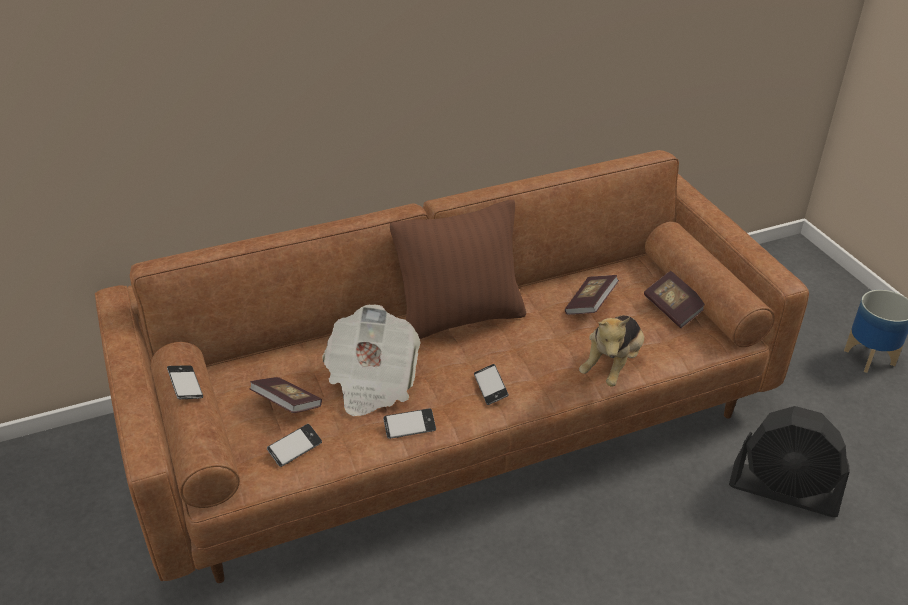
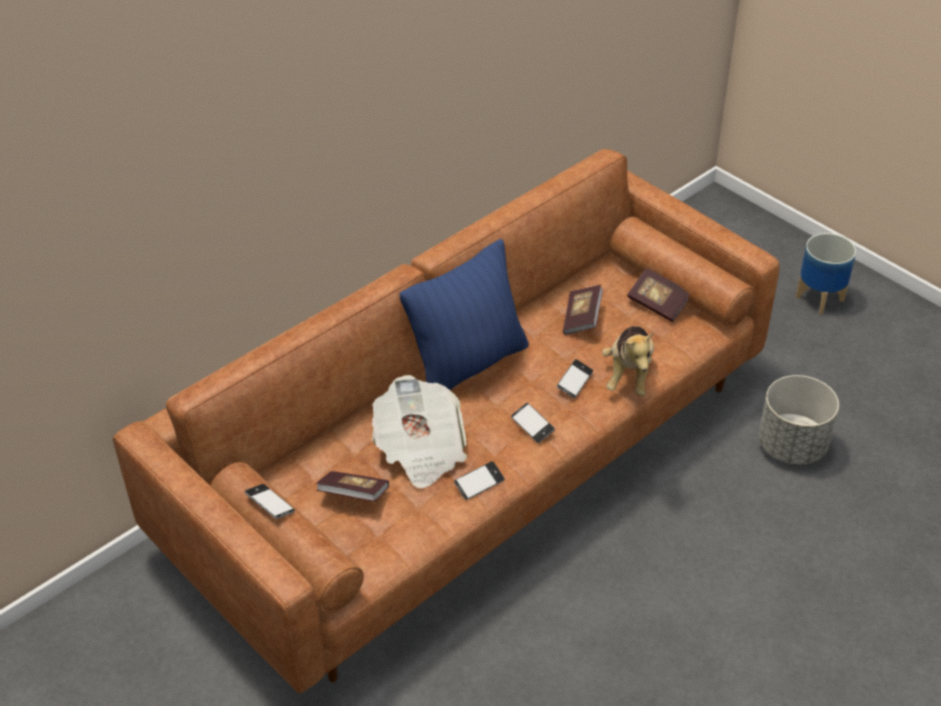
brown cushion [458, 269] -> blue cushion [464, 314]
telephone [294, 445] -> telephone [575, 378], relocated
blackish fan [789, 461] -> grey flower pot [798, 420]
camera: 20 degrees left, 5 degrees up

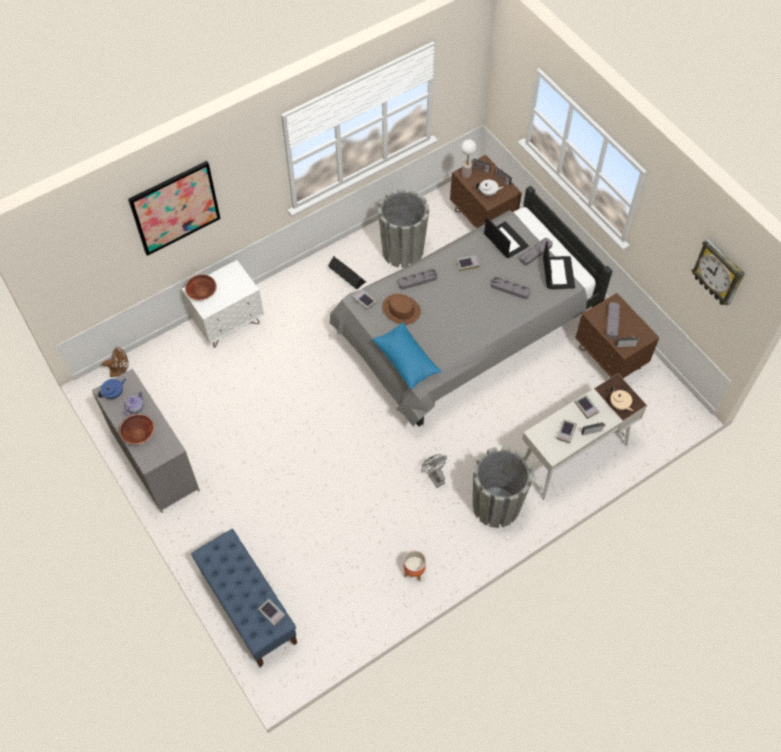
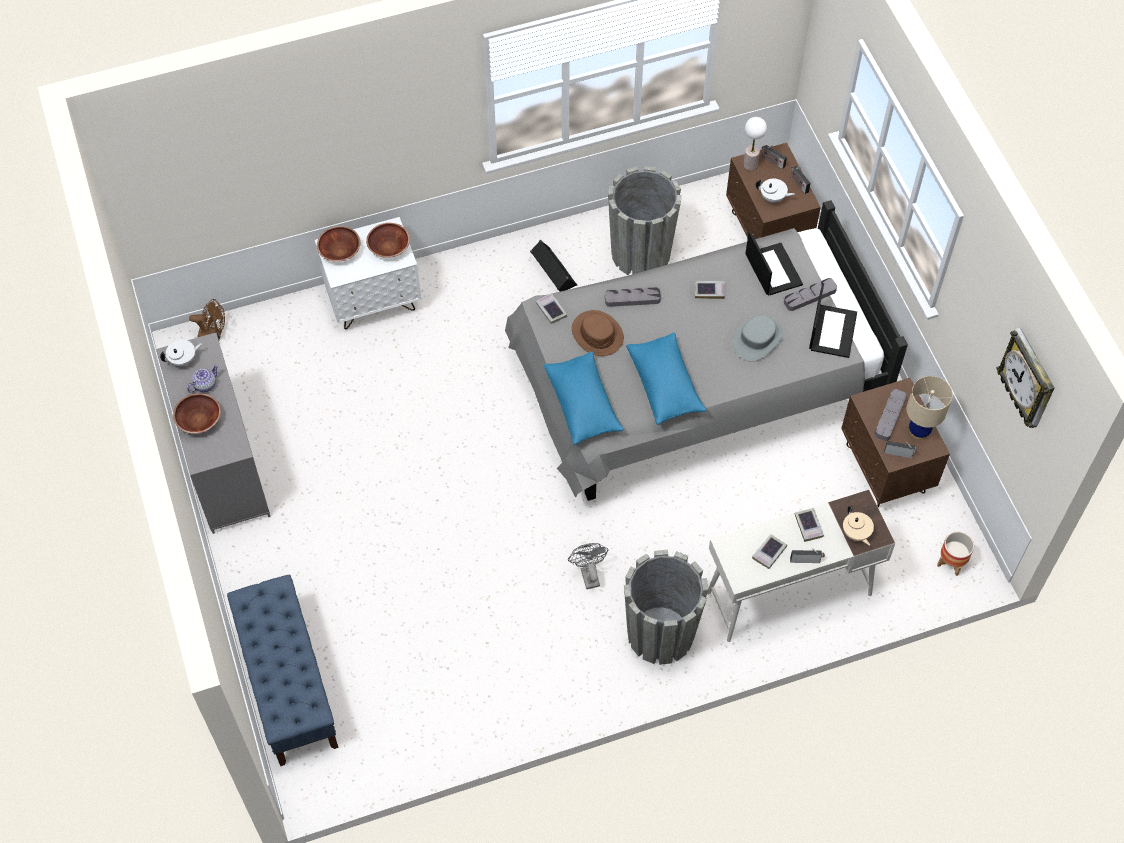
blue tea pot [112, 388] -> whitish tea pot [181, 353]
none -> brown serving bowl [388, 240]
none -> blue cushion [666, 379]
grey serving tray [511, 288] -> grey clothing hat [758, 338]
none -> beige-coloured tabletop lamp [929, 408]
flower pot [415, 566] -> flower pot [955, 553], relocated
wall picture [174, 208] -> none
bound book [272, 612] -> none
camera: 15 degrees right, 0 degrees up

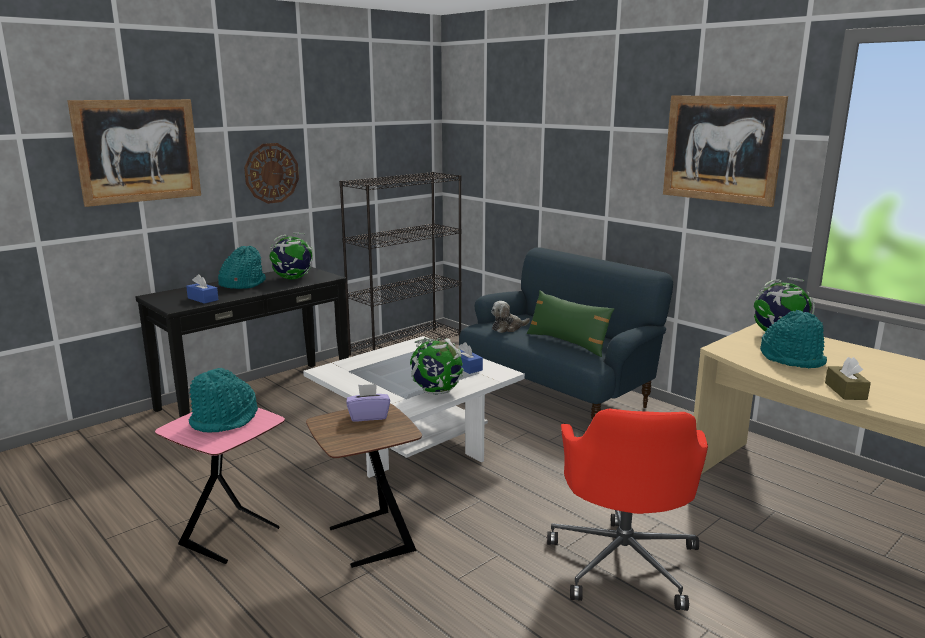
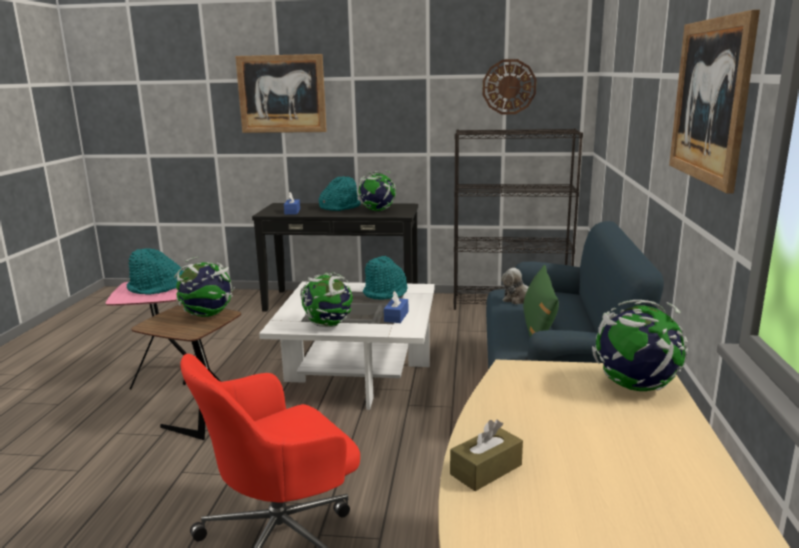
purplish box of tissues [368, 402] -> world globe [204, 287]
turquoise clothing hat [793, 339] -> turquoise clothing hat [385, 277], relocated
clock on the wall [271, 173] -> clock on the wall [510, 86], relocated
camera: 50 degrees right, 0 degrees up

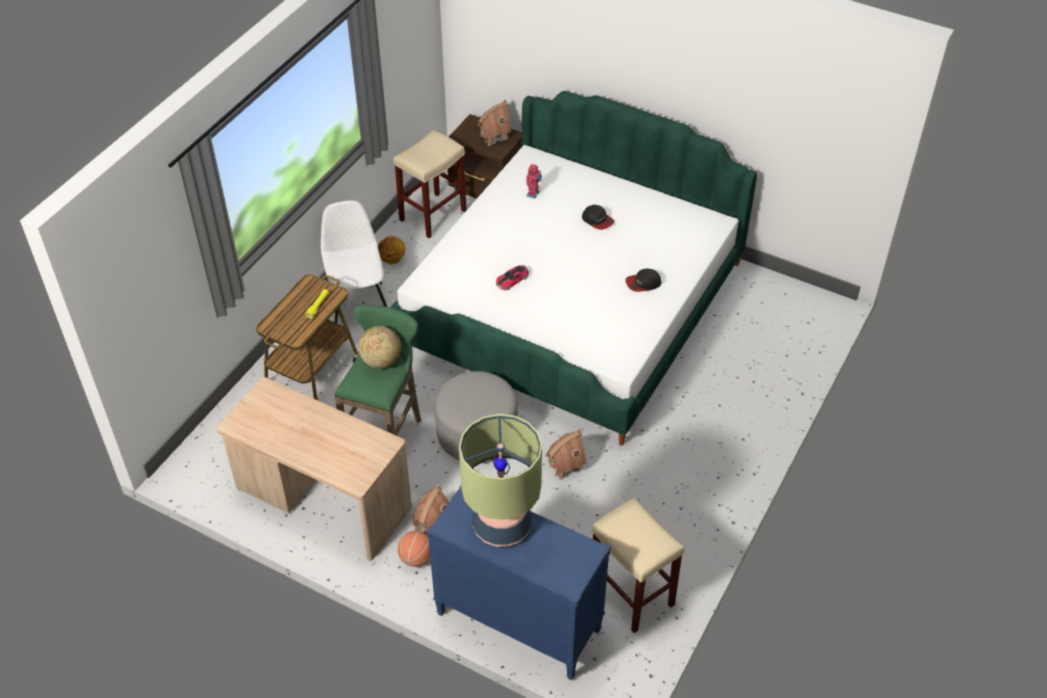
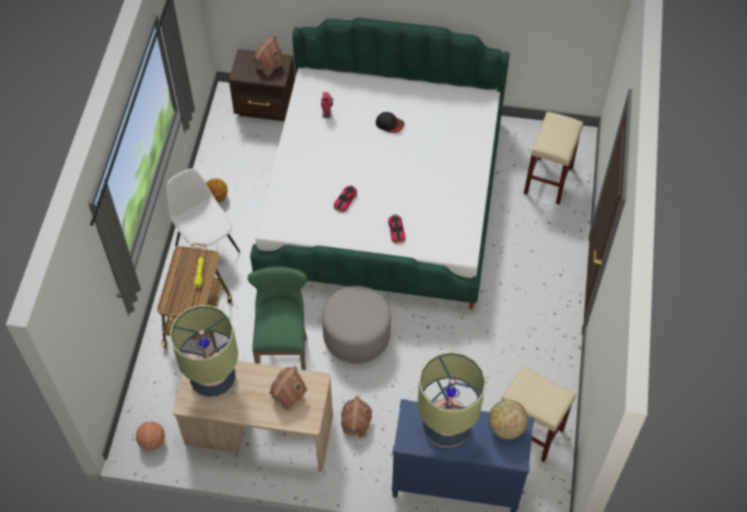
basketball [414, 549] -> basketball [150, 436], relocated
none -> tabletop lamp [204, 351]
miniature house [566, 454] -> miniature house [288, 388], relocated
none -> miniature car [397, 229]
world globe [379, 347] -> world globe [508, 419], relocated
beige-coloured sitting stool [430, 184] -> beige-coloured sitting stool [553, 158], relocated
peaked cap [643, 280] -> none
camera: 20 degrees left, 10 degrees up

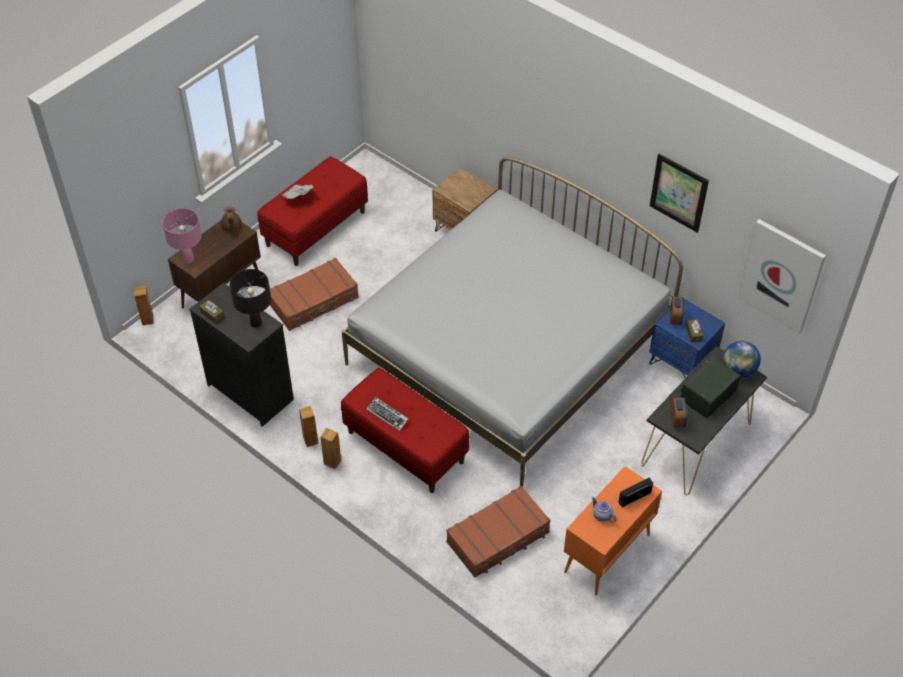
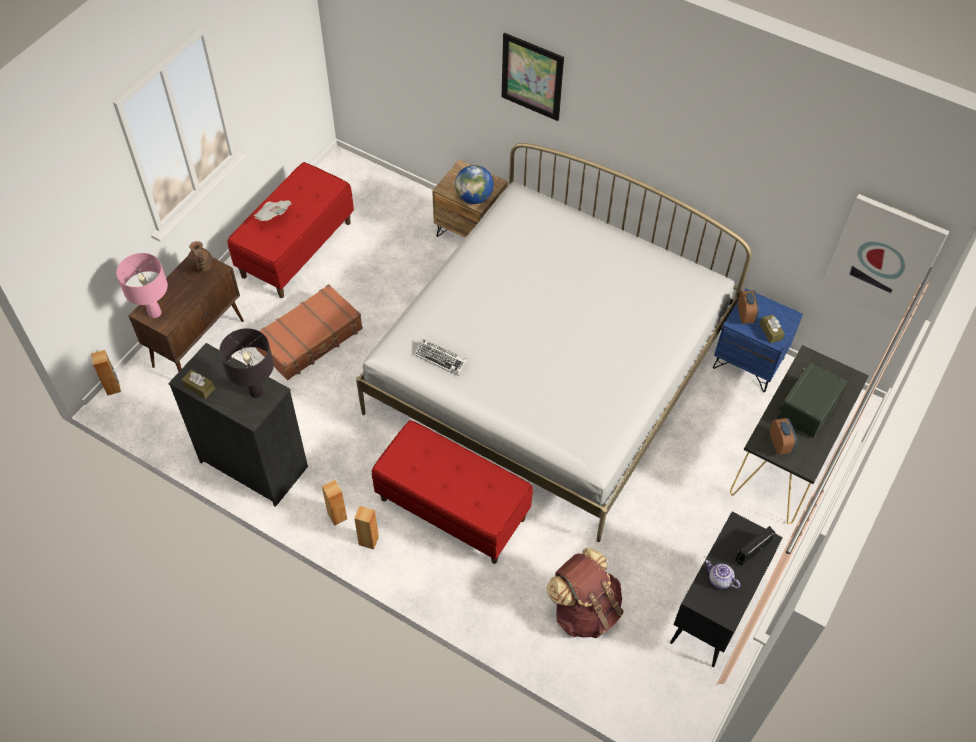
computer keyboard [388, 414] -> computer keyboard [441, 357], relocated
world globe [742, 359] -> world globe [474, 184], relocated
wall picture [679, 193] -> wall picture [533, 77], relocated
brown suitcase [498, 532] -> brown rucksack [585, 593]
orange-coloured cupboard [613, 531] -> blackish cupboard [726, 589]
camera: 10 degrees left, 5 degrees up

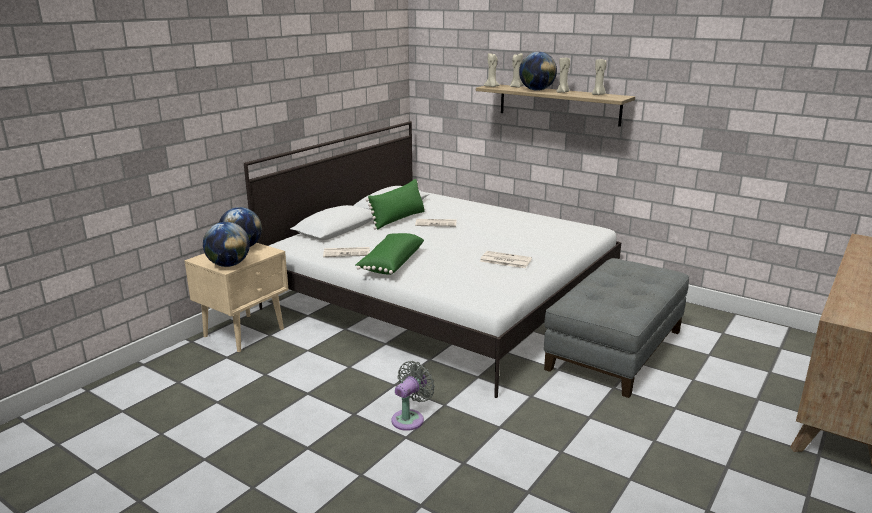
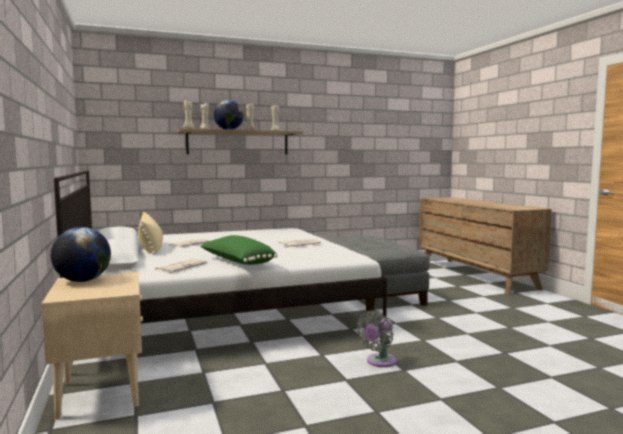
green-coloured cushion [395, 204] -> beige-coloured cushion [150, 233]
grey fan [413, 396] -> grey fan [377, 338], 120 degrees counterclockwise
world globe [226, 244] -> none
camera: 55 degrees left, 15 degrees down

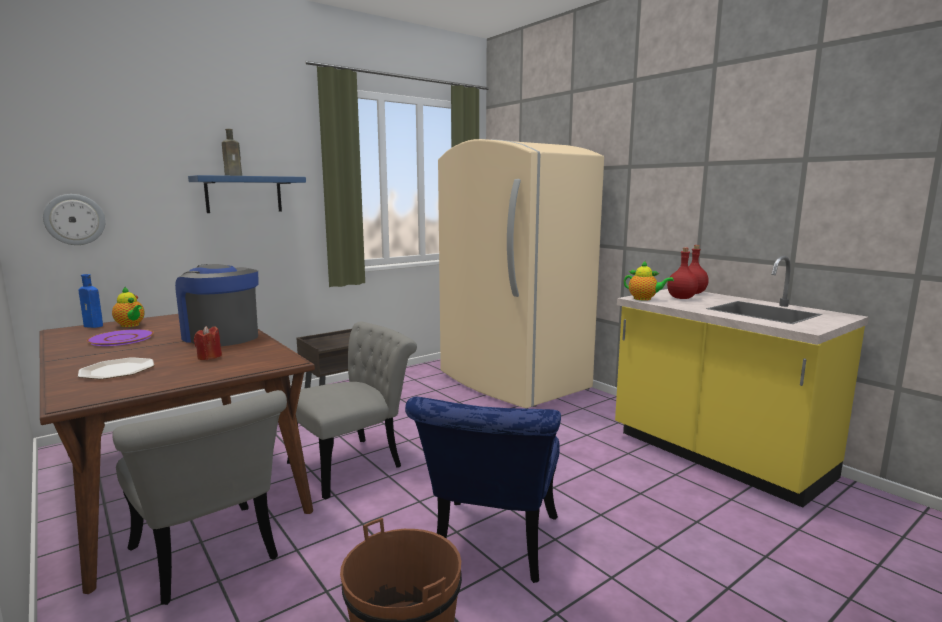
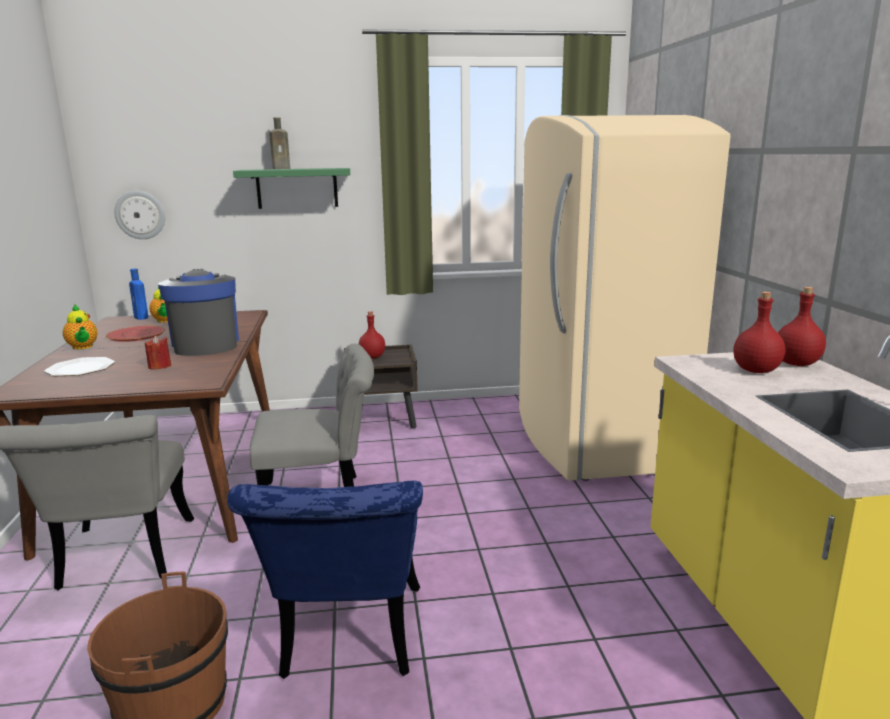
tea pot [649, 281] -> tea pot [80, 327], relocated
purplish plate [120, 337] -> reddish plate [135, 334]
blue plain chair [483, 490] -> blue plain chair [325, 580], 45 degrees counterclockwise
blue shelf [247, 194] -> green-coloured shelf [291, 188]
none -> reddish beverage bottle [372, 335]
camera: 30 degrees right, 5 degrees up

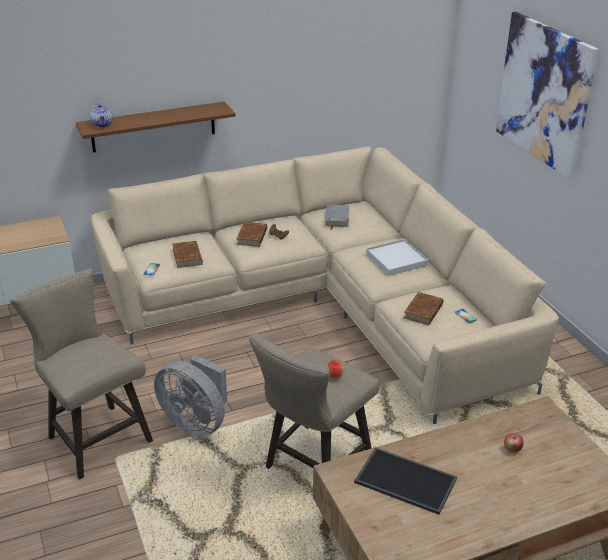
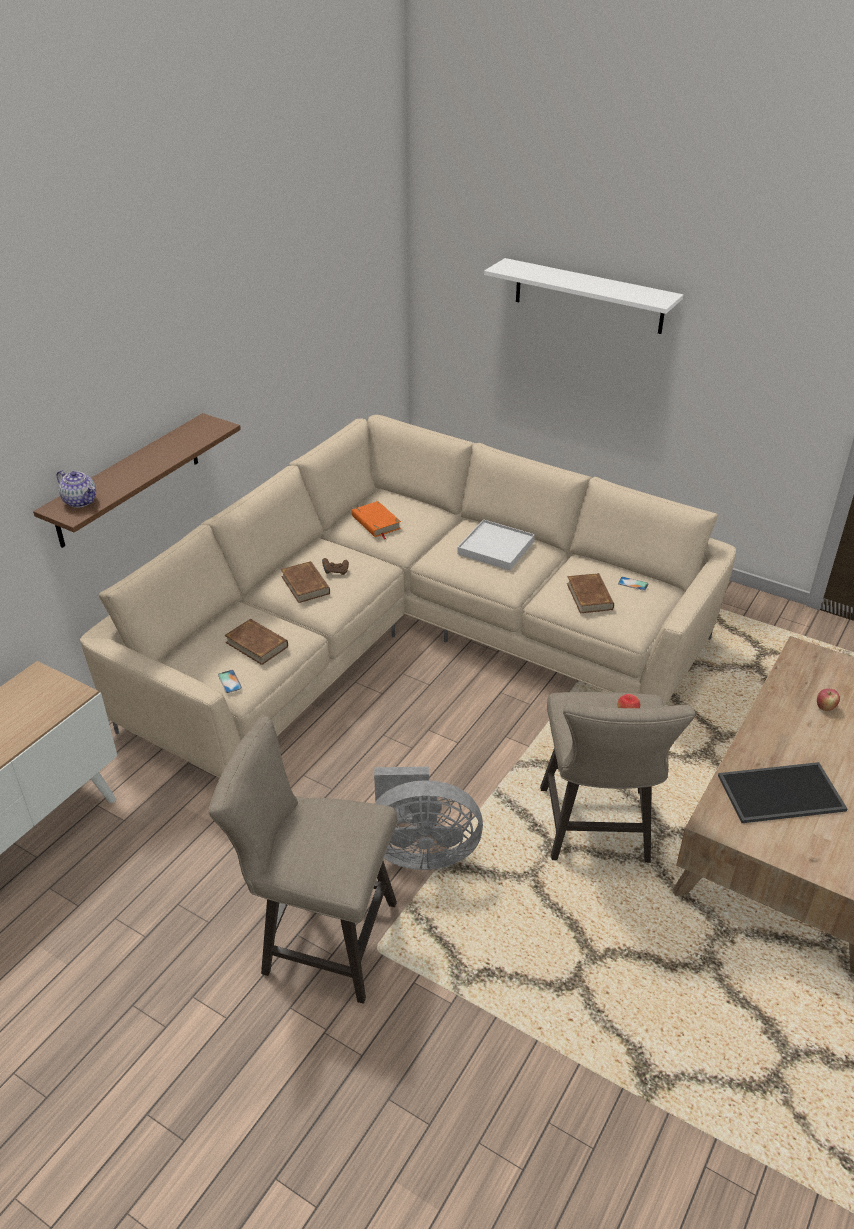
grey bound book [337, 217] -> orange-coloured bound book [376, 520]
wall picture [547, 95] -> whitish shelf [583, 296]
camera: 35 degrees left, 5 degrees up

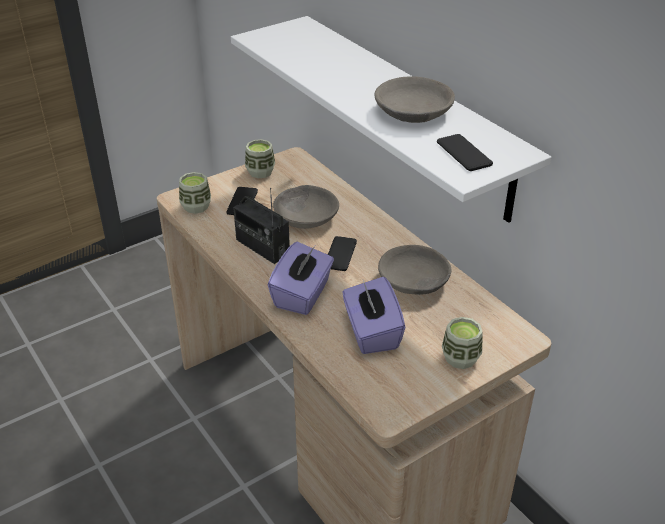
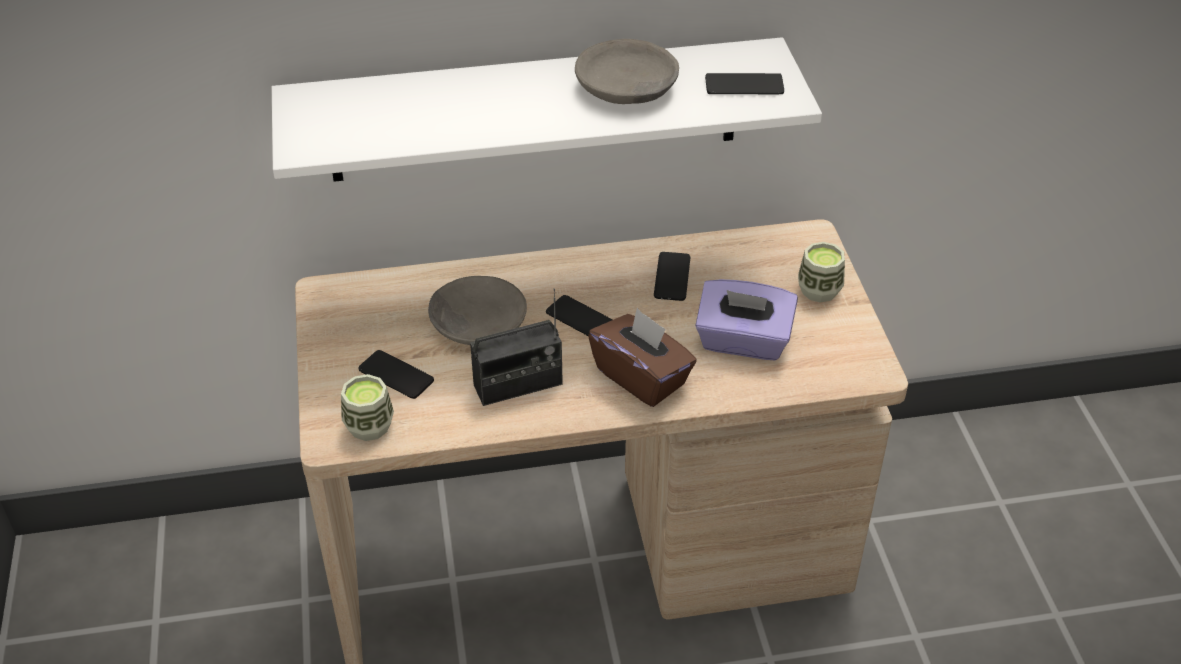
purplish box of tissues [301, 278] -> brown box of tissues [642, 357]
grey serving bowl [415, 270] -> telephone [672, 276]
small cup [260, 158] -> none
camera: 65 degrees left, 5 degrees up

